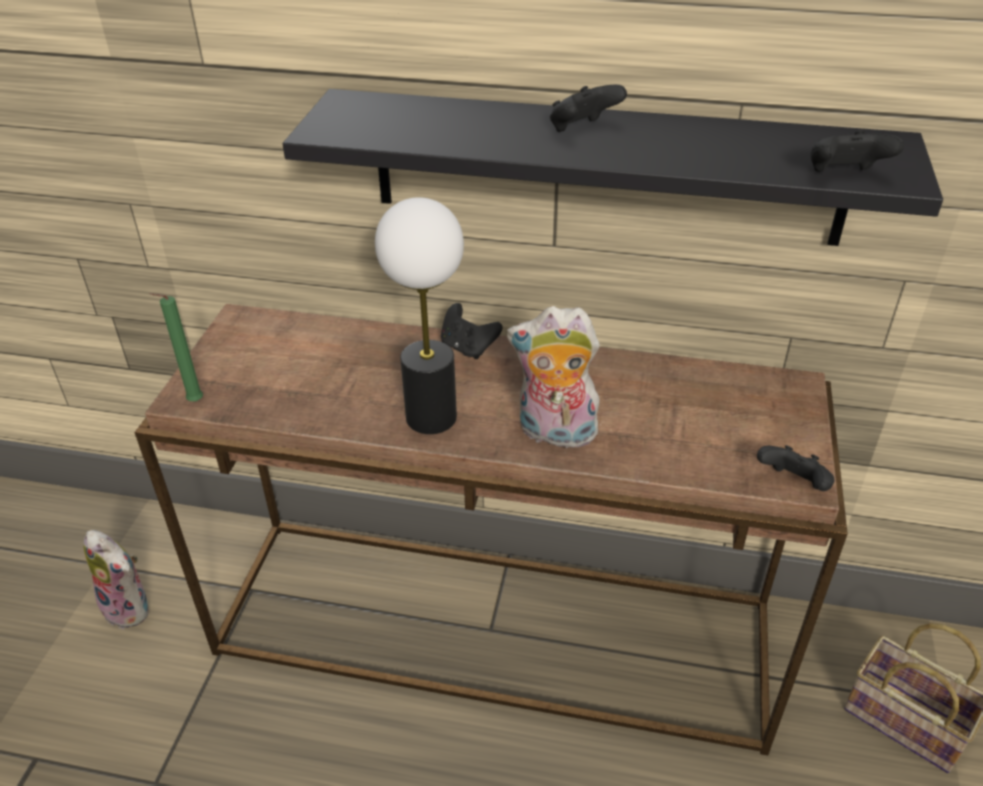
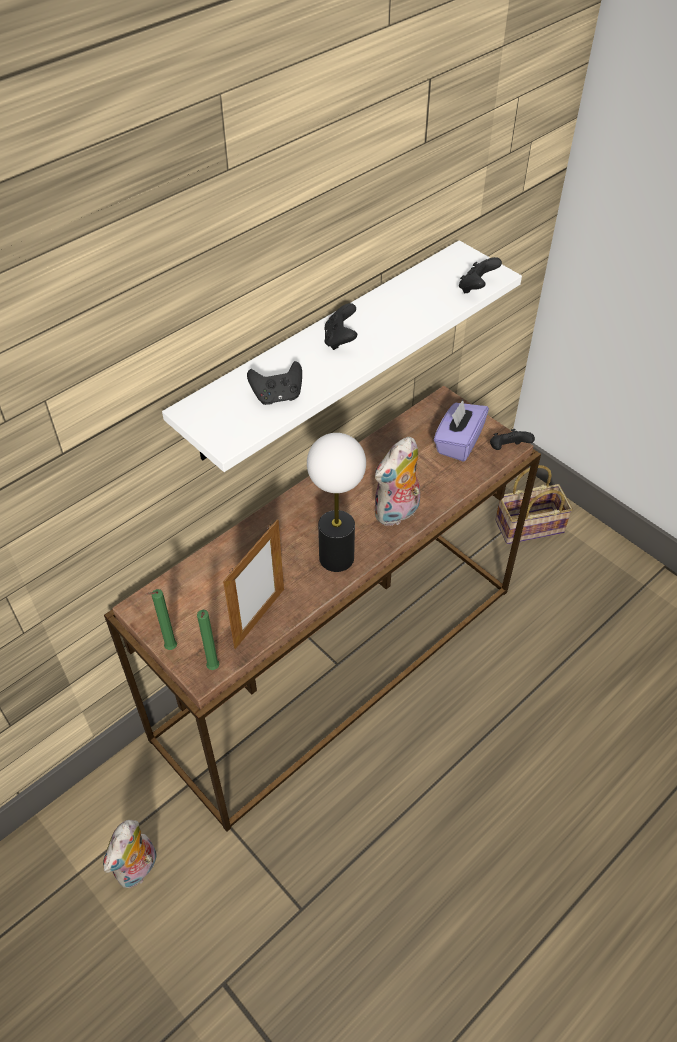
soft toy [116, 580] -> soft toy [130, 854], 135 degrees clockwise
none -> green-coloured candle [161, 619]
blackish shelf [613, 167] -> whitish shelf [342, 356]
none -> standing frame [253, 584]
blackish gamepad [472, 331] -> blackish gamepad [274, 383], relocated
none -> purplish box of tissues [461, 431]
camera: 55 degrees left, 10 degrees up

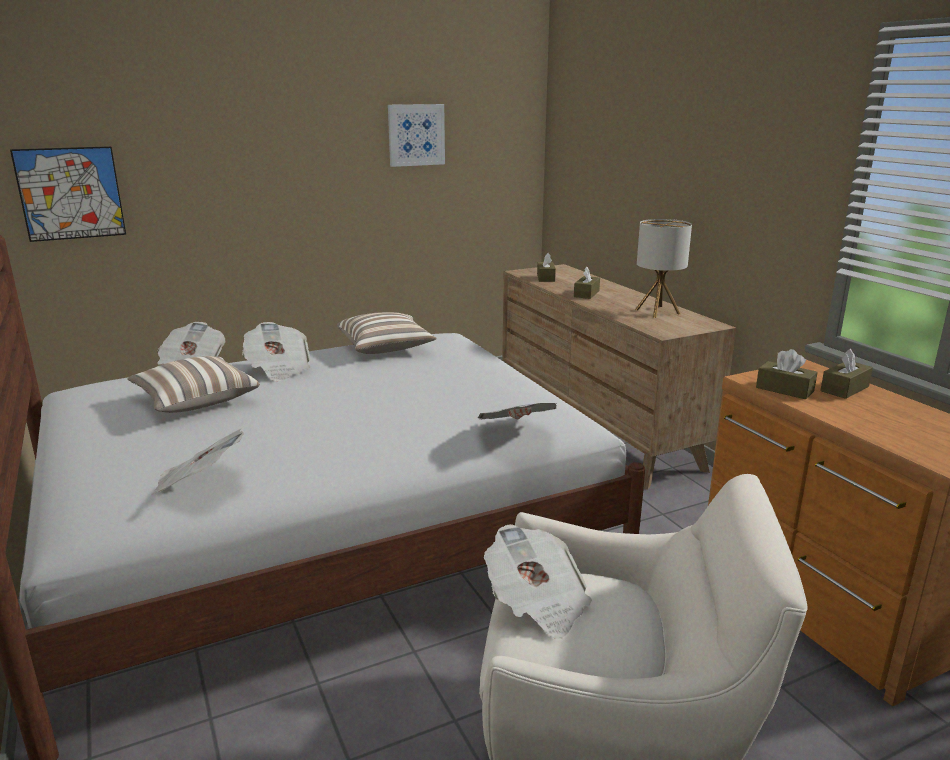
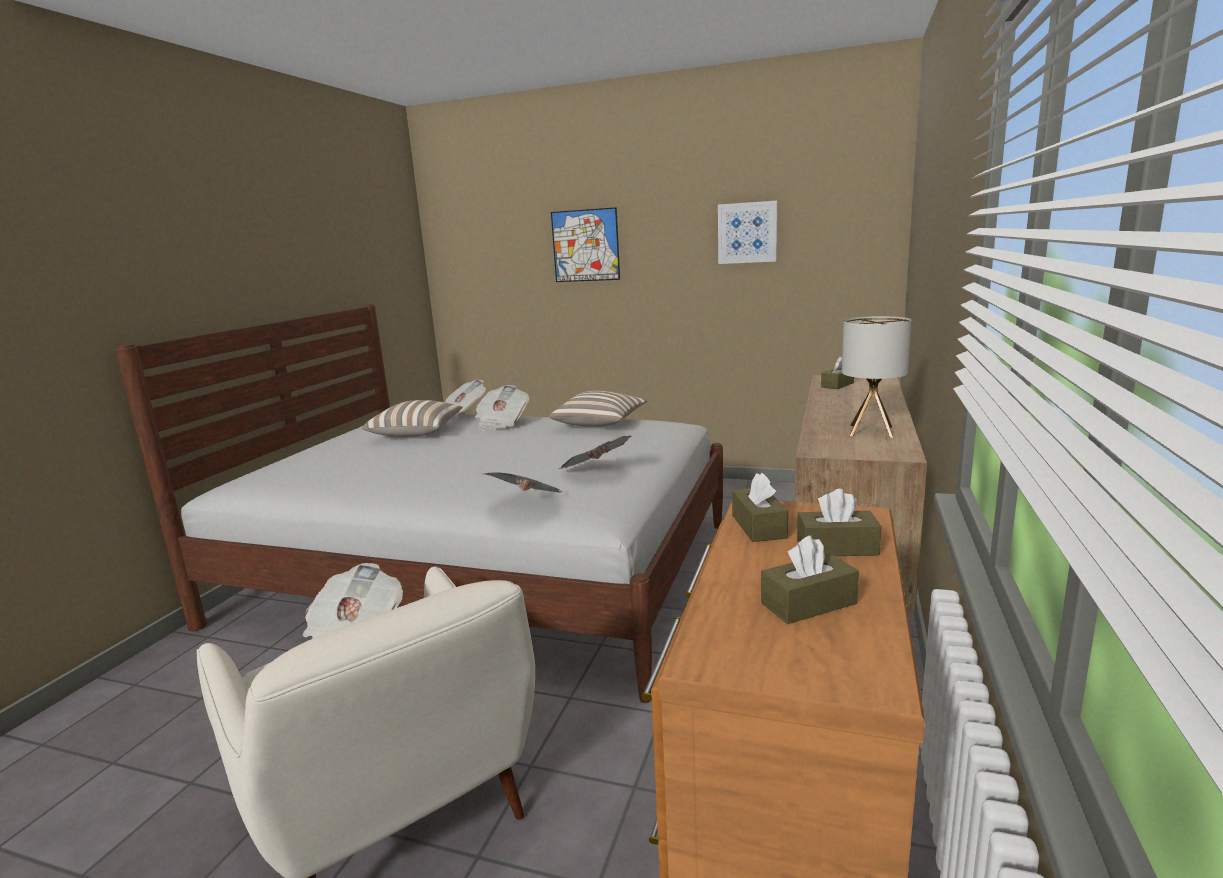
wall picture [68, 194] -> wall picture [585, 244], relocated
newspaper [197, 461] -> newspaper [595, 452], relocated
brown box of tissues [587, 283] -> brown box of tissues [810, 579], relocated
camera: 45 degrees right, 5 degrees down

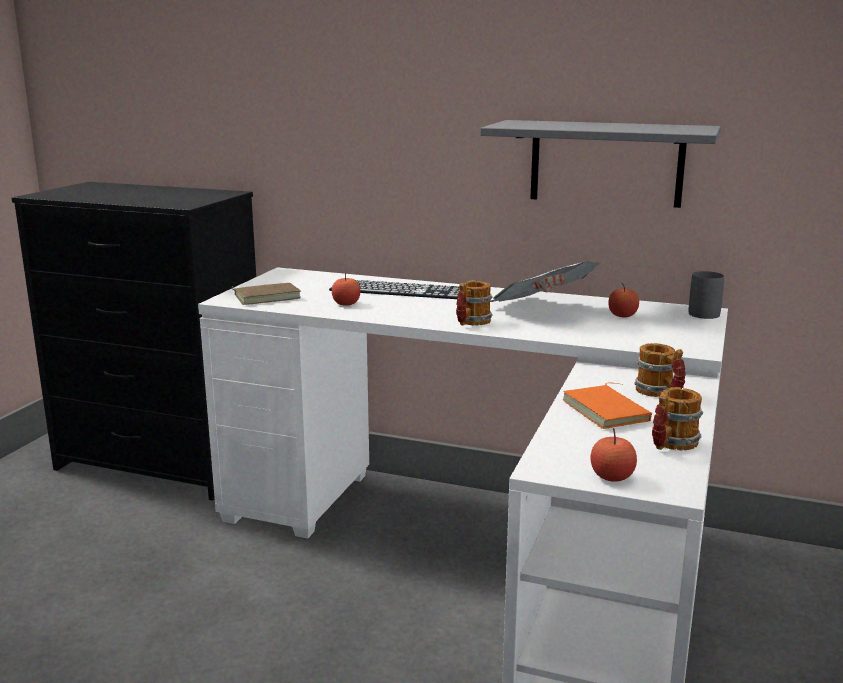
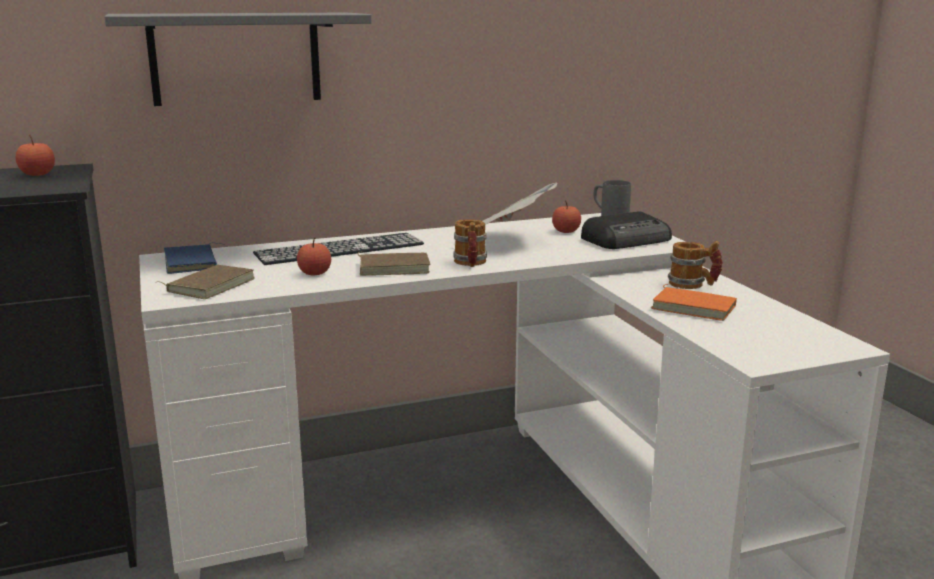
apple [613, 455] -> apple [35, 155], relocated
grey shelf [600, 164] -> grey shelf [238, 59], relocated
none -> blue bound book [194, 258]
none -> brown bound book [394, 263]
none -> radio receiver [626, 230]
mug [677, 418] -> none
camera: 40 degrees left, 0 degrees up

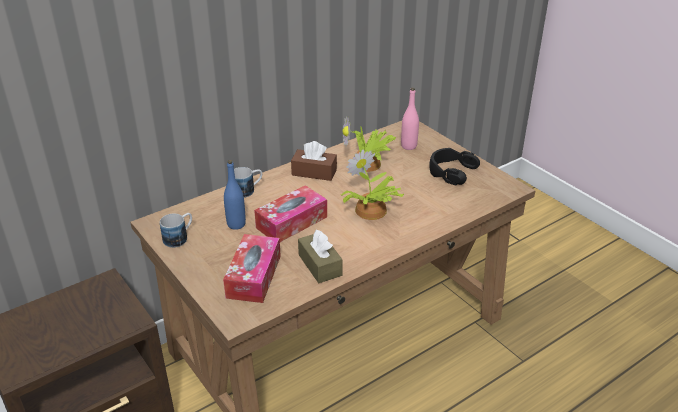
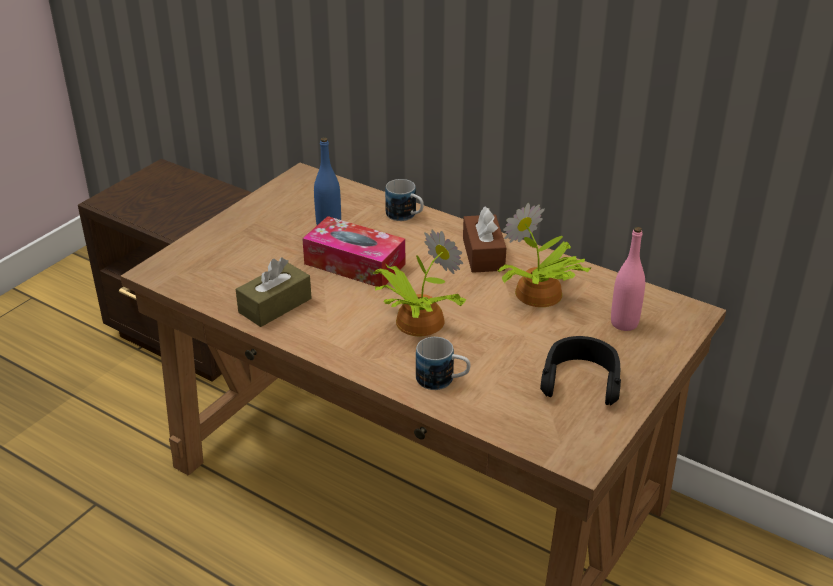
mug [176, 230] -> mug [443, 363], relocated
box of tissues [252, 268] -> none
camera: 70 degrees right, 0 degrees up

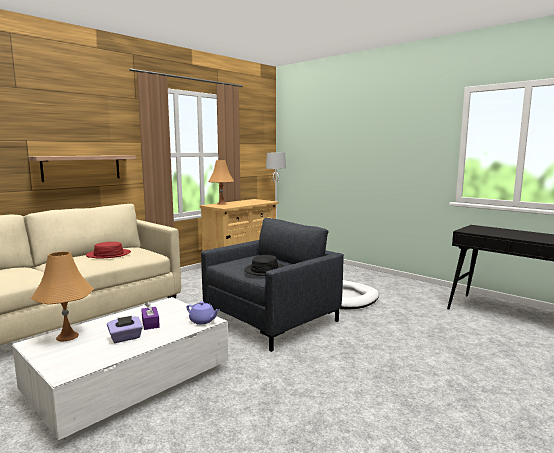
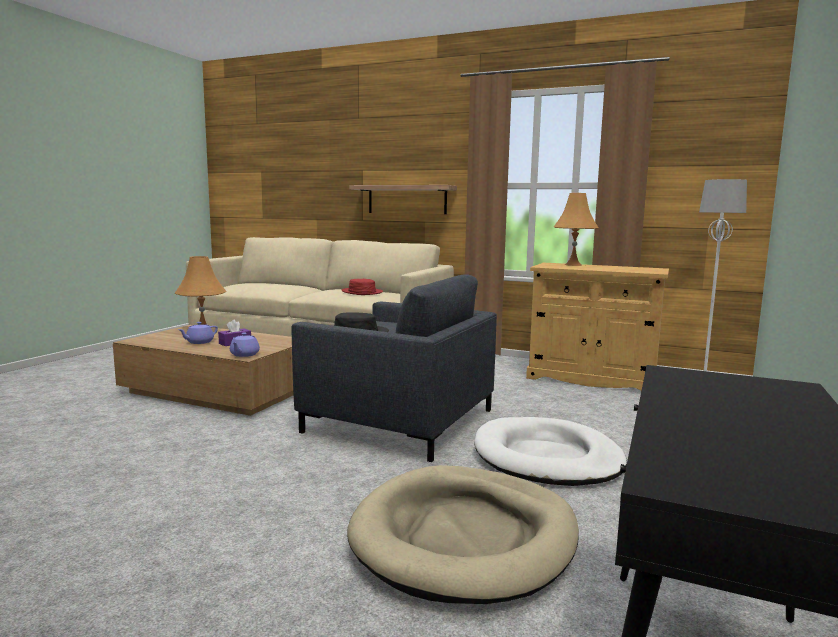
whitish lounge table [120, 368] -> brown lounge table [203, 370]
purplish box of tissues [125, 329] -> purplish tea pot [198, 333]
none -> beige-coloured pet bed [463, 534]
camera: 70 degrees right, 0 degrees up

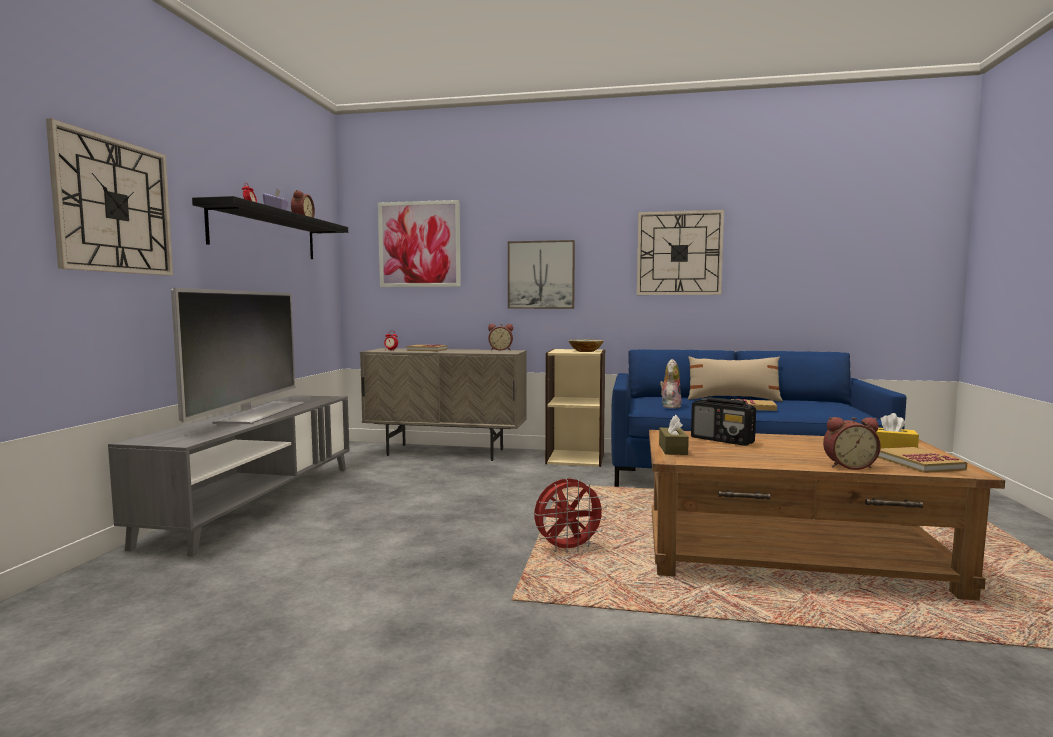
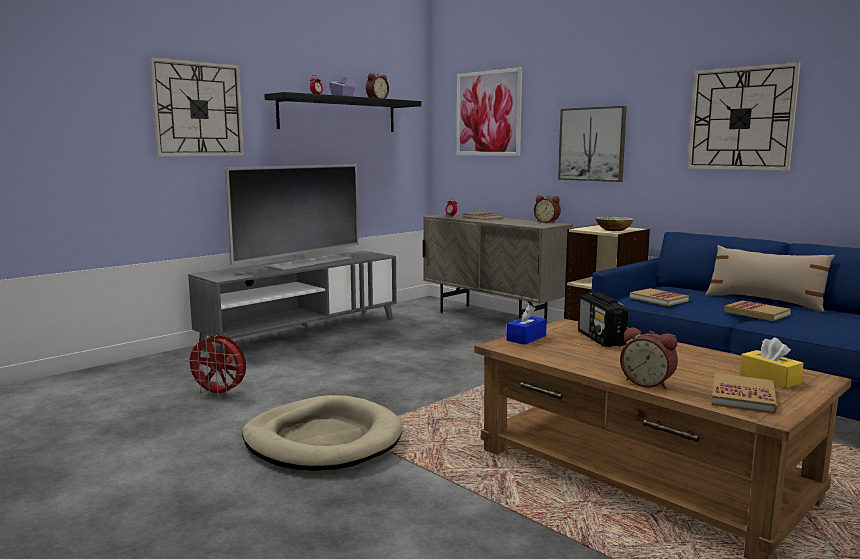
reddish fan [570, 515] -> reddish fan [215, 366], relocated
none -> beige-coloured pet bed [322, 433]
brown box of tissues [674, 435] -> blue box of tissues [527, 324]
soft toy [670, 383] -> bound book [659, 297]
camera: 35 degrees right, 5 degrees up

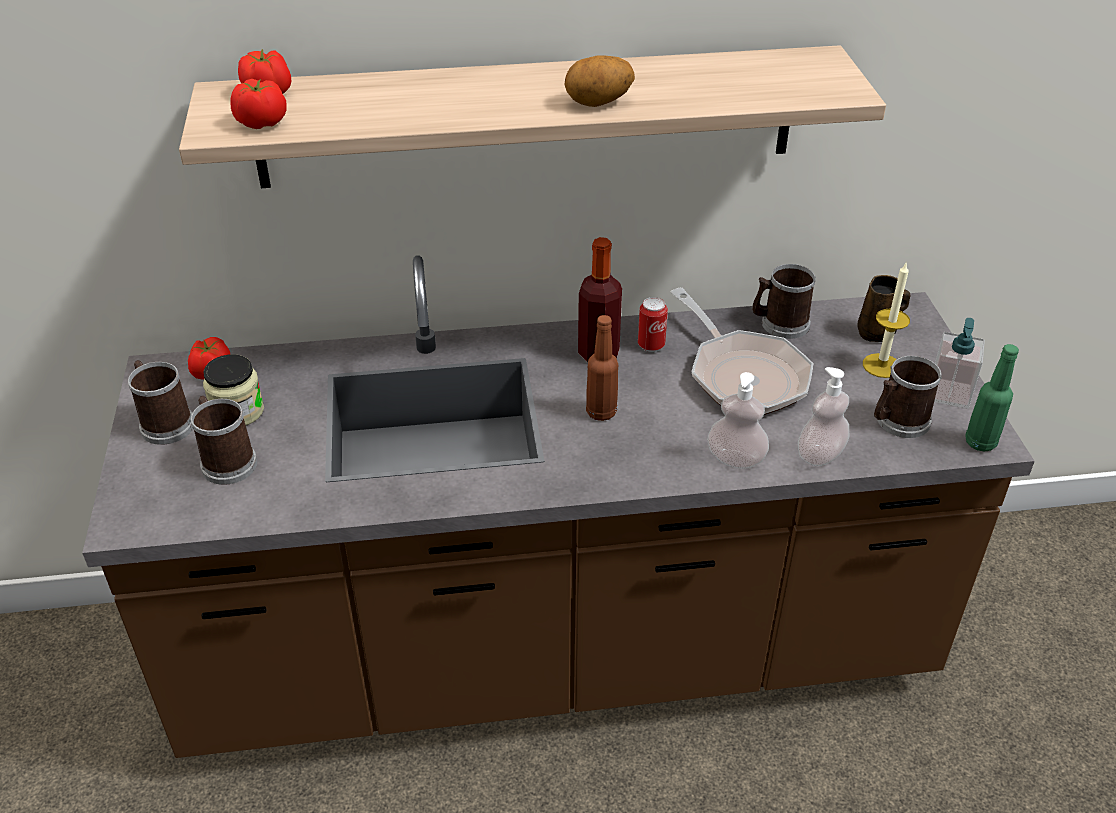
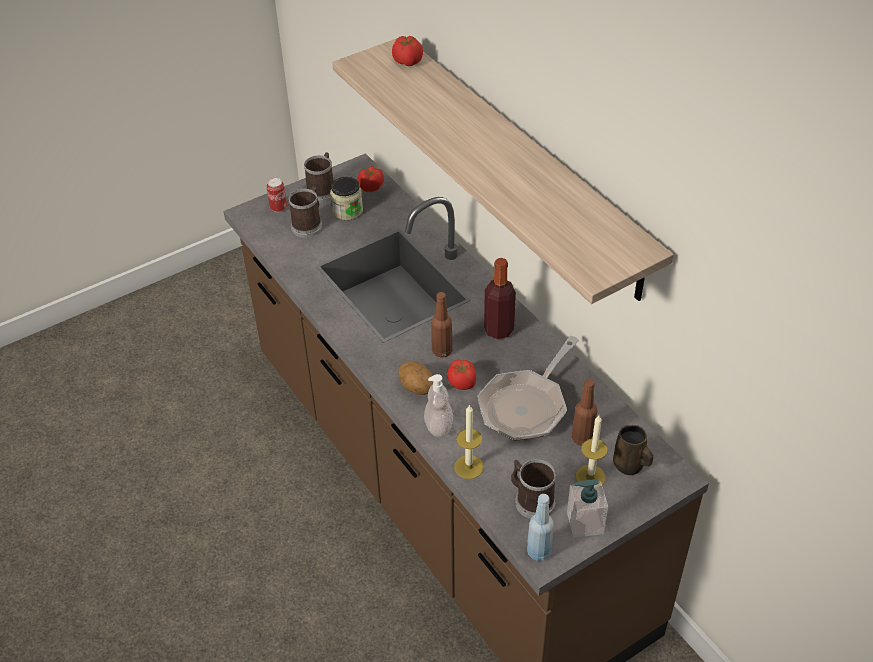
metal can [653, 324] -> metal can [276, 195], relocated
whole potato [599, 81] -> whole potato [416, 378], relocated
tomato [258, 104] -> tomato [461, 374], relocated
soap bottle [823, 416] -> candle [469, 441]
green-coloured beverage bottle [992, 398] -> blue beverage bottle [540, 527]
none -> brown beverage bottle [584, 412]
mug [784, 301] -> none
camera: 65 degrees right, 5 degrees up

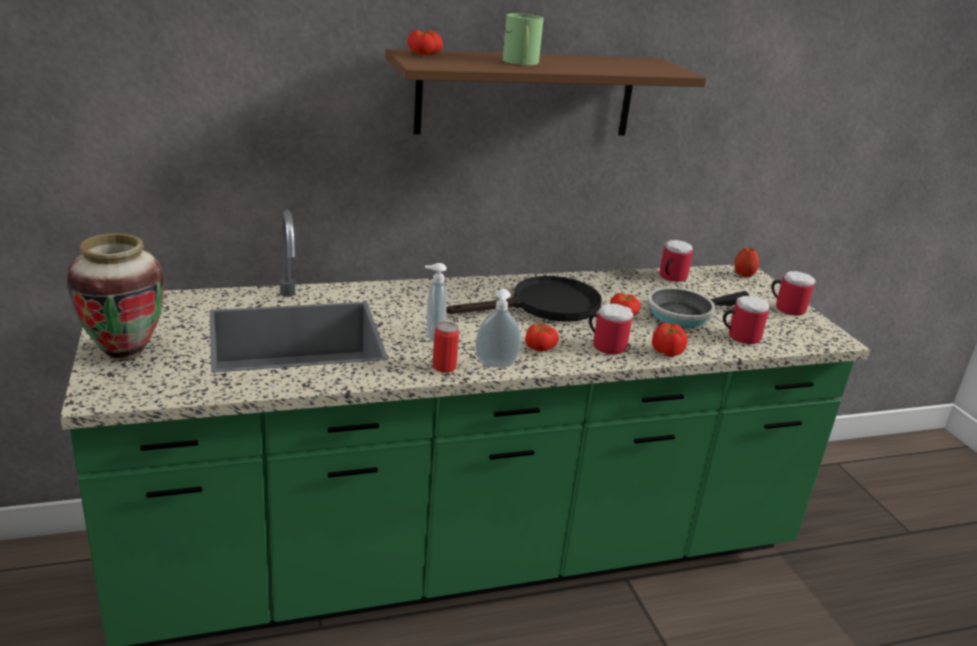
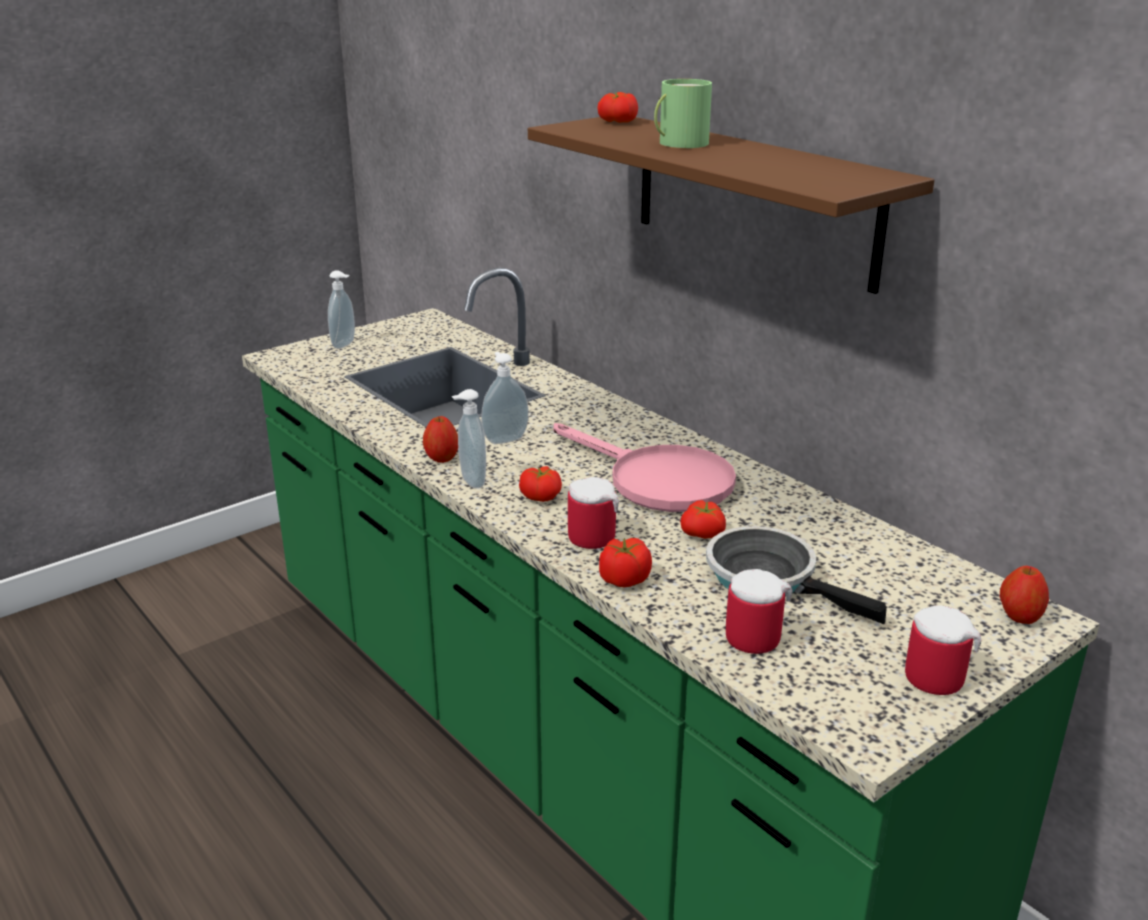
vase [115, 297] -> soap bottle [341, 309]
metal can [445, 347] -> apple [440, 439]
blackish pan [524, 298] -> pinkish pan [645, 467]
mug [676, 261] -> none
camera: 70 degrees right, 0 degrees up

